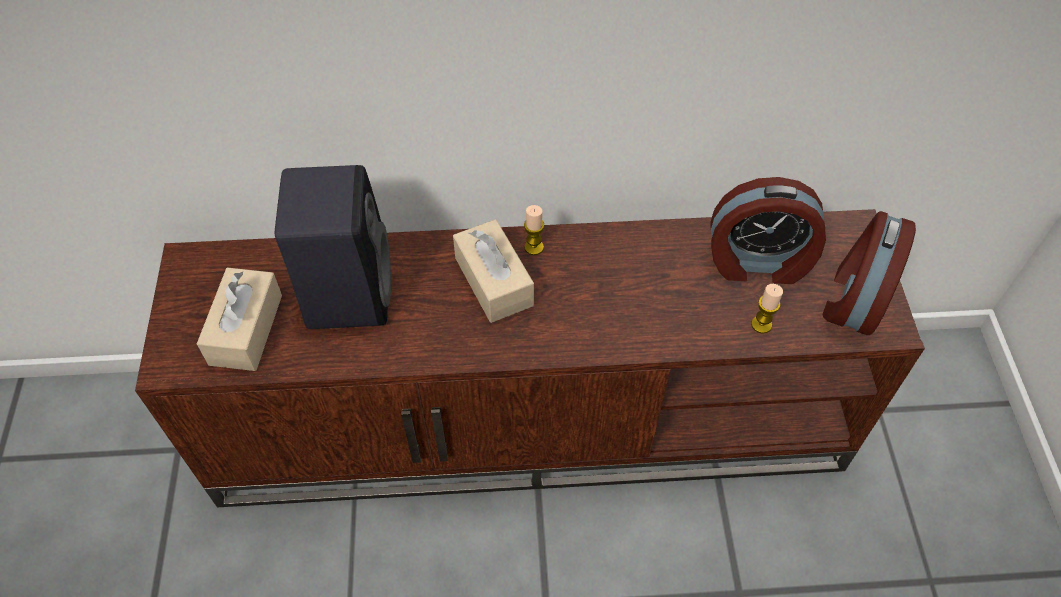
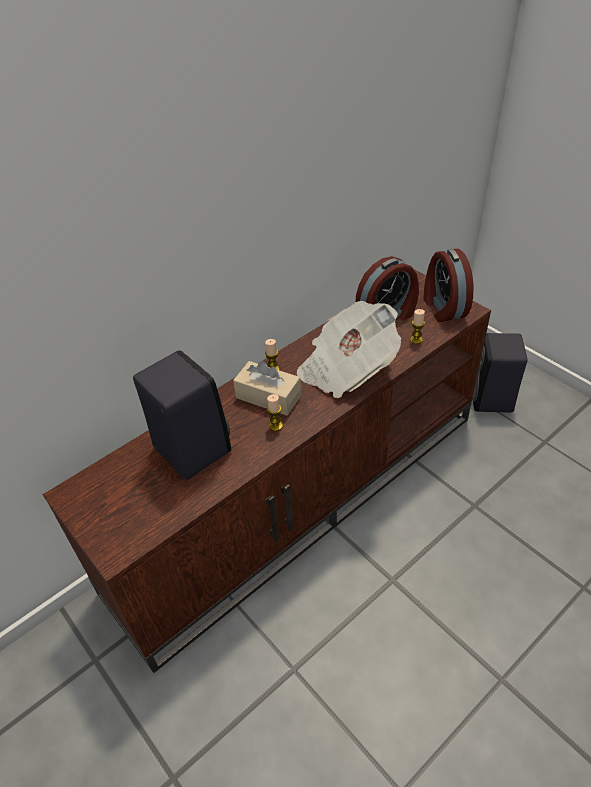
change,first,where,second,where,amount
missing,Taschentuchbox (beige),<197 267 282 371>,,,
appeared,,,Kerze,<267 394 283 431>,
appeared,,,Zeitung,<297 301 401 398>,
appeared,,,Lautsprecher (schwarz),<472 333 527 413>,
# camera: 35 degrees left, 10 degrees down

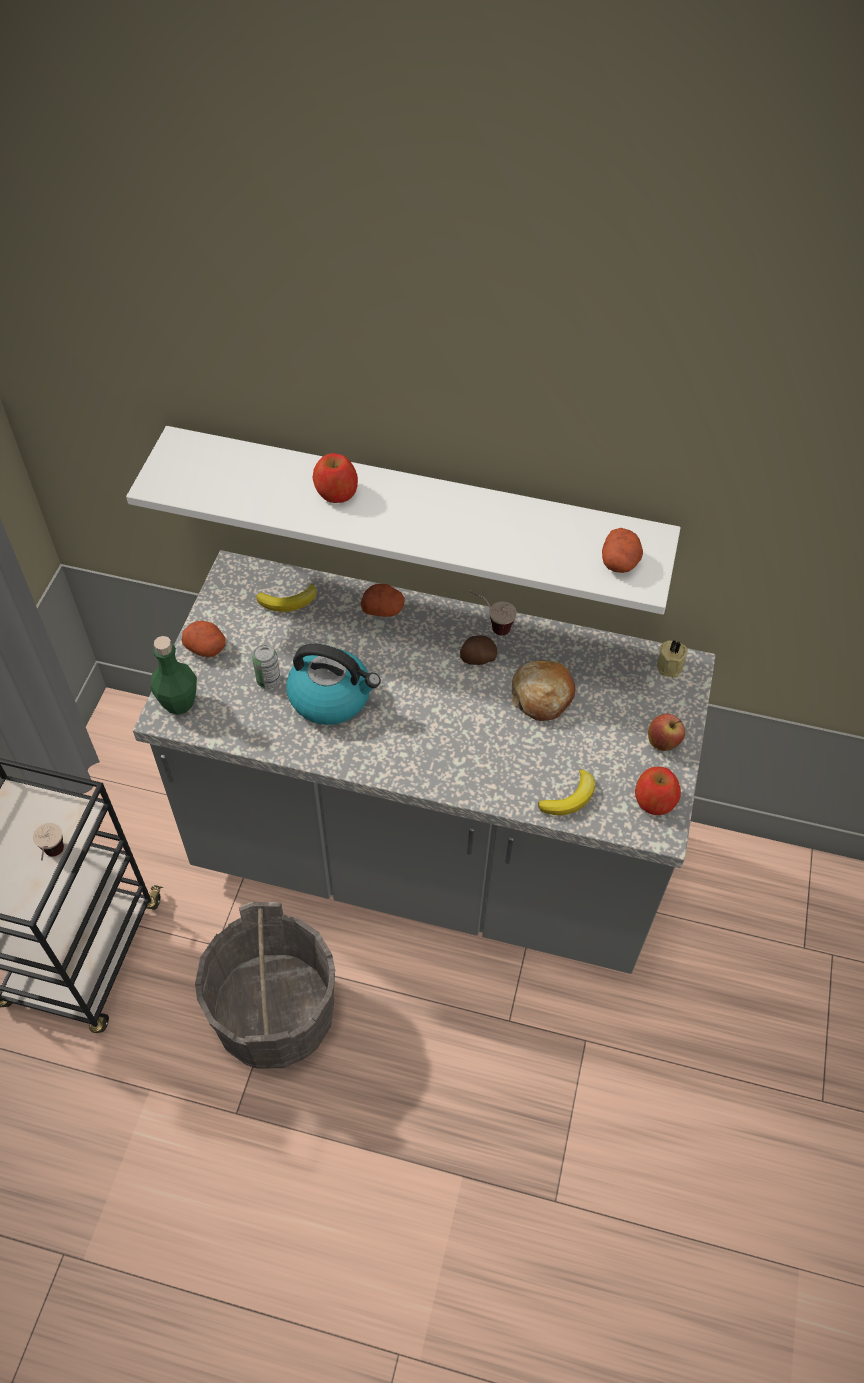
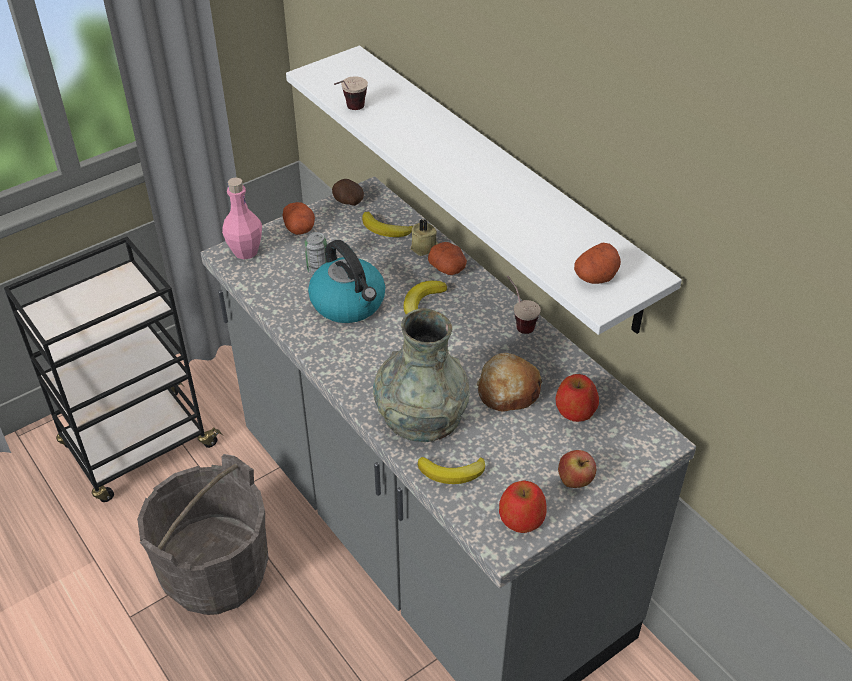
change,first,where,second,where,amount
relocated,Tasse,<33 823 64 861>,,<334 76 368 110>,
colour,Flasche (grün),<151 636 197 715>,Flasche (rosa),<222 178 262 260>,
relocated,Apfel,<312 453 358 503>,,<555 374 599 422>,
relocated,Kartoffel,<460 635 497 665>,,<332 179 364 206>,
relocated,Kerze (beige),<657 640 687 678>,,<411 219 438 256>,
appeared,,,Vase (grau),<373 308 470 442>,
appeared,,,Banane,<403 280 447 314>,
# camera: 40 degrees right, 10 degrees down

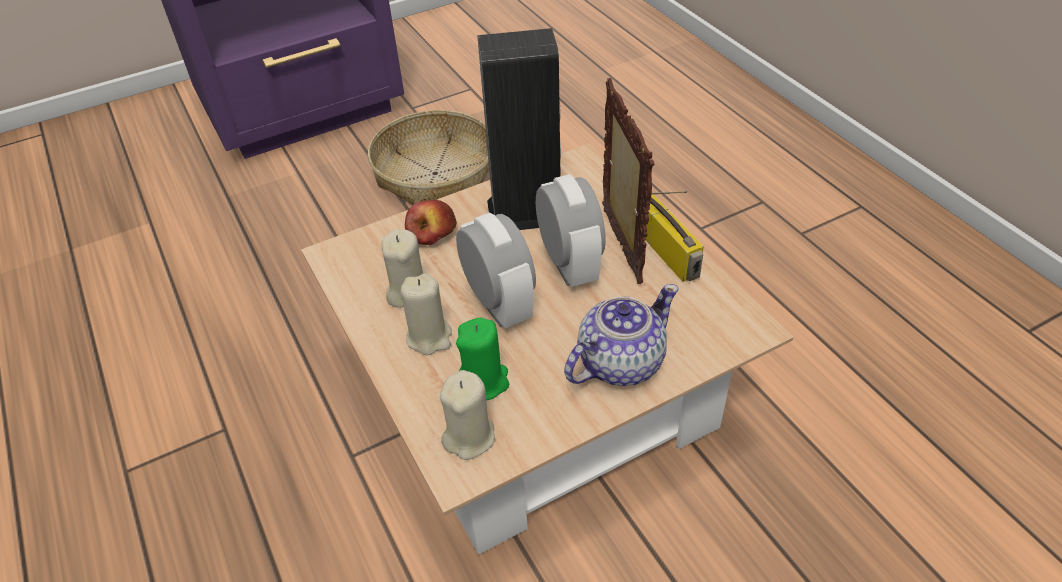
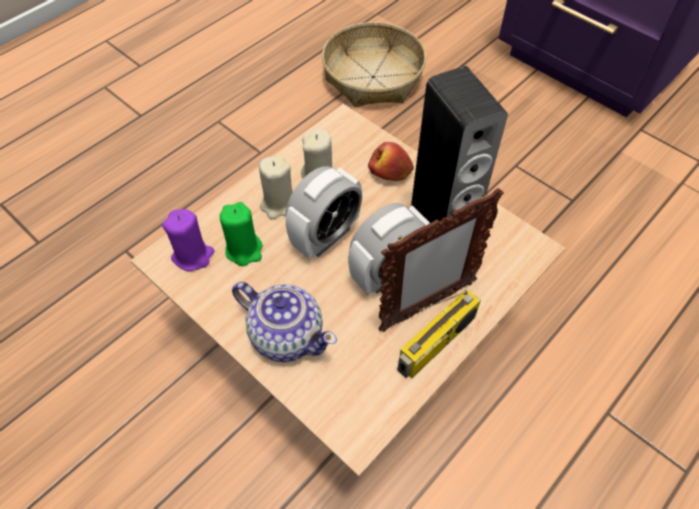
change,first,where,second,where,amount
relocated,Korb,<368 110 489 206>,,<322 22 426 107>,
colour,Kerze (beige),<440 370 495 460>,Kerze (lila),<162 209 214 271>,
# camera: 70 degrees right, 10 degrees up

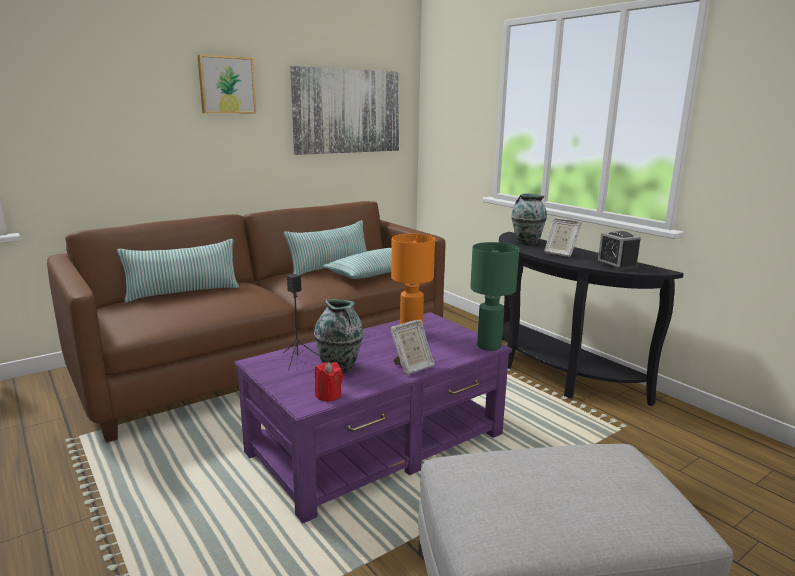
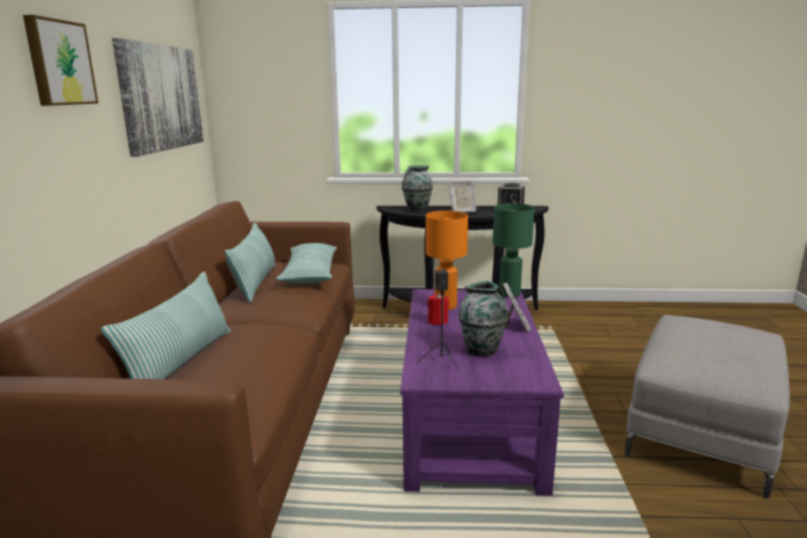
change,first,where,second,where,amount
relocated,Kerze (rot),<315 362 343 402>,,<428 293 449 325>,
# camera: 50 degrees left, 0 degrees up

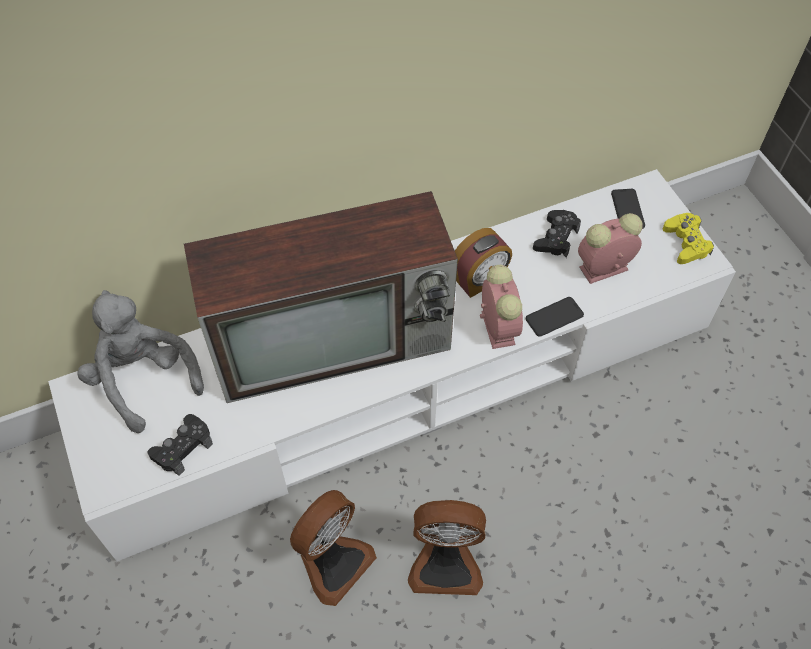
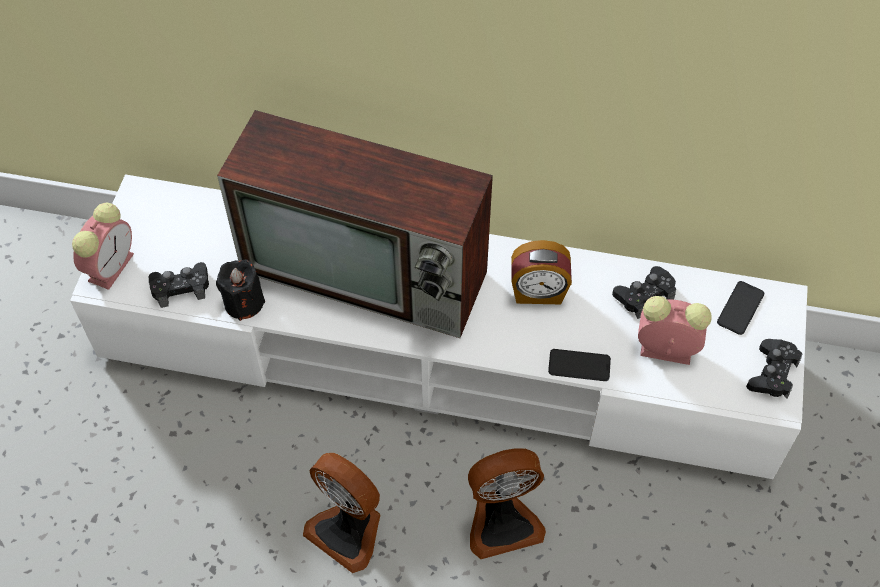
change,first,where,second,where,amount
missing,Plüschtier (grau),<77 290 204 433>,,,
relocated,Ventilator,<290 490 377 606>,,<468 448 546 559>,
relocated,Wecker,<480 265 523 349>,,<72 203 134 290>,
colour,Gamepad (gelb),<662 213 714 264>,Gamepad (schwarz),<746 339 802 399>,
appeared,,,Kerze (schwarz),<216 260 265 321>,
# camera: 35 degrees right, 0 degrees up

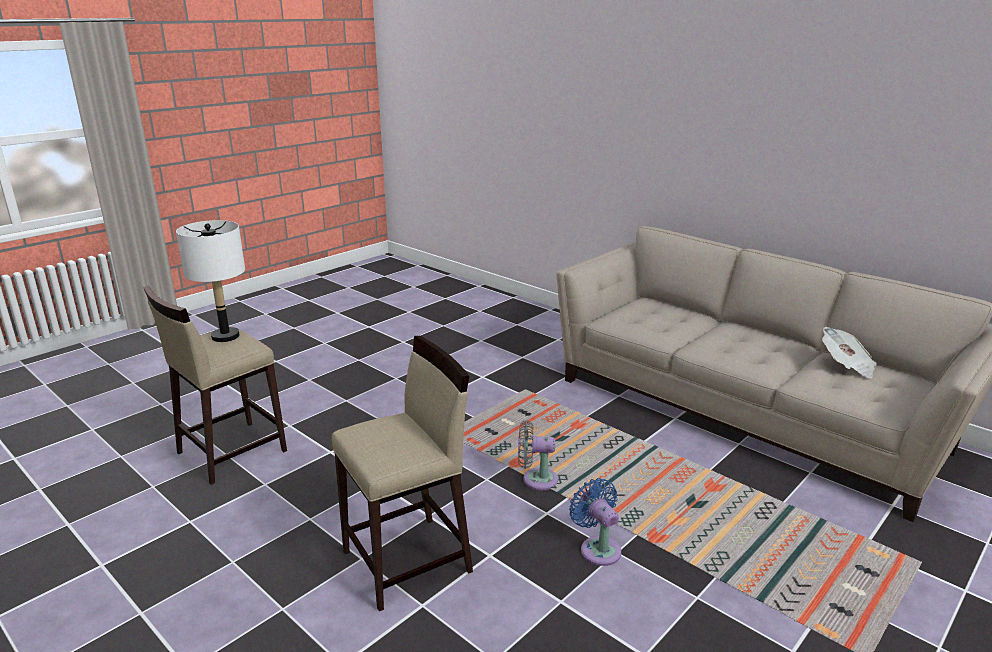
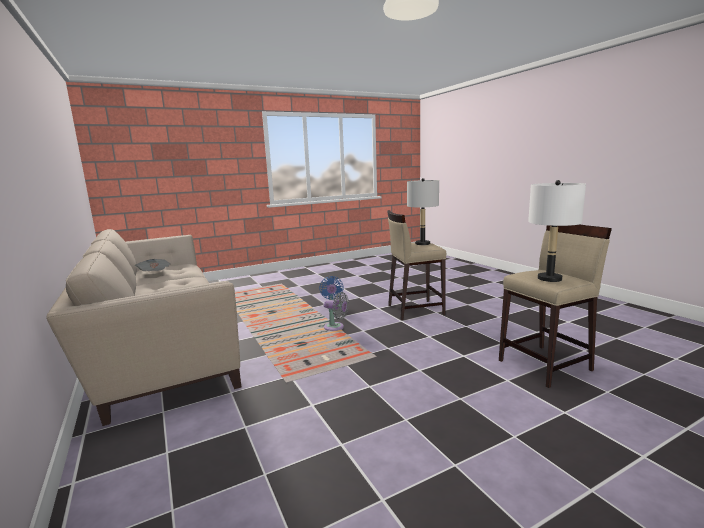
change,first,where,second,where,amount
appeared,,,Tischlampe (grau),<407 178 439 245>,
# camera: 160 degrees left, 10 degrees down

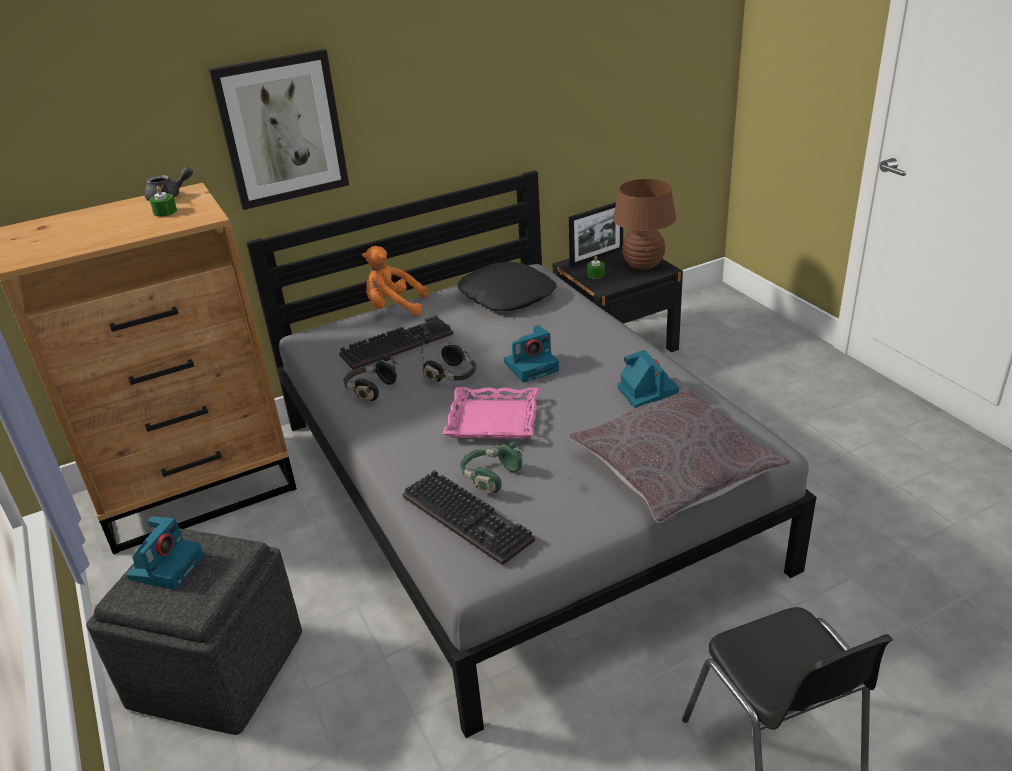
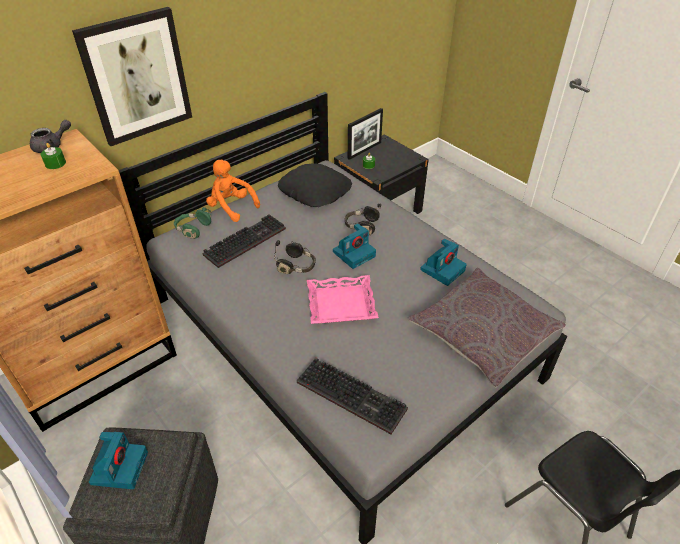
change,first,where,second,where,amount
relocated,Kopfhörer (schwarz),<343 355 398 401>,,<344 203 382 235>,
spun,Plüschtier (orange),<362 246 428 316>,,<206 160 260 222>,45 degrees clockwise
relocated,Kopfhörer (grün),<460 442 525 494>,,<174 207 211 239>,
missing,Tischlampe (braun),<613 179 676 270>,,,
spun,Kamera,<618 350 679 408>,,<420 239 467 286>,75 degrees clockwise
# camera: 15 degrees left, 10 degrees up

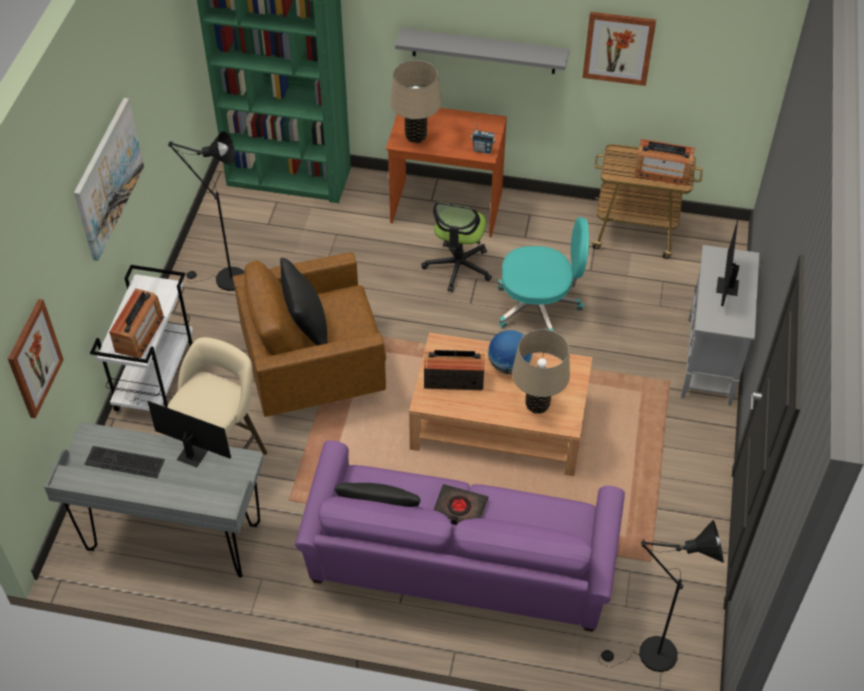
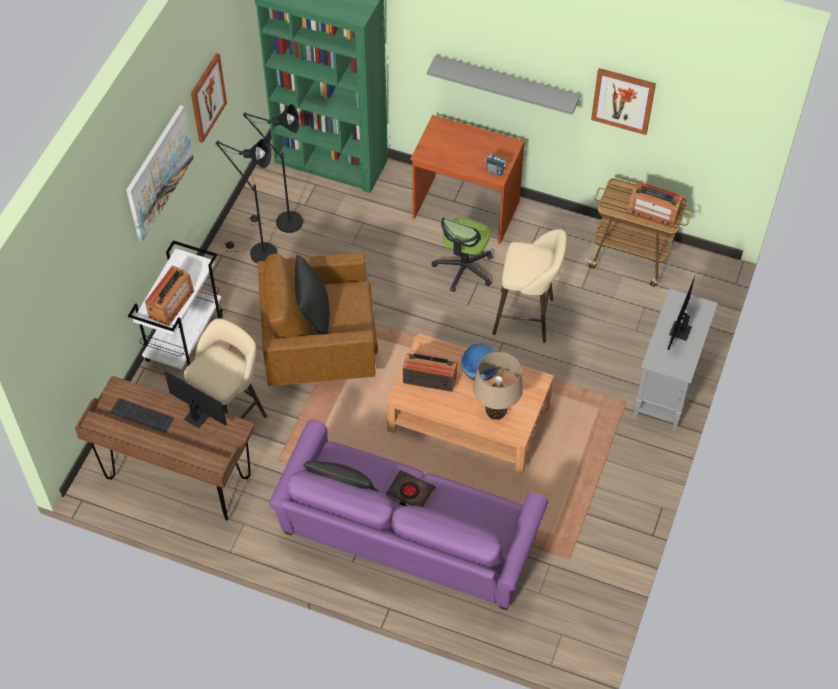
change,first,where,second,where,amount
relocated,Bild,<8 299 64 418>,,<191 53 227 143>,
colour,Schreibtisch (grau),<44 422 263 578>,Schreibtisch (braun),<75 376 254 520>,
missing,Tischlampe (beige),<390 60 441 143>,,,
exchanged,Bürostuhl (türkis),<498 217 589 331>,Hocker (beige),<492 229 567 343>,
relocated,Stehlampe (schwarz),<598 520 724 672>,,<243 104 303 233>,
# camera: 10 degrees right, 5 degrees up

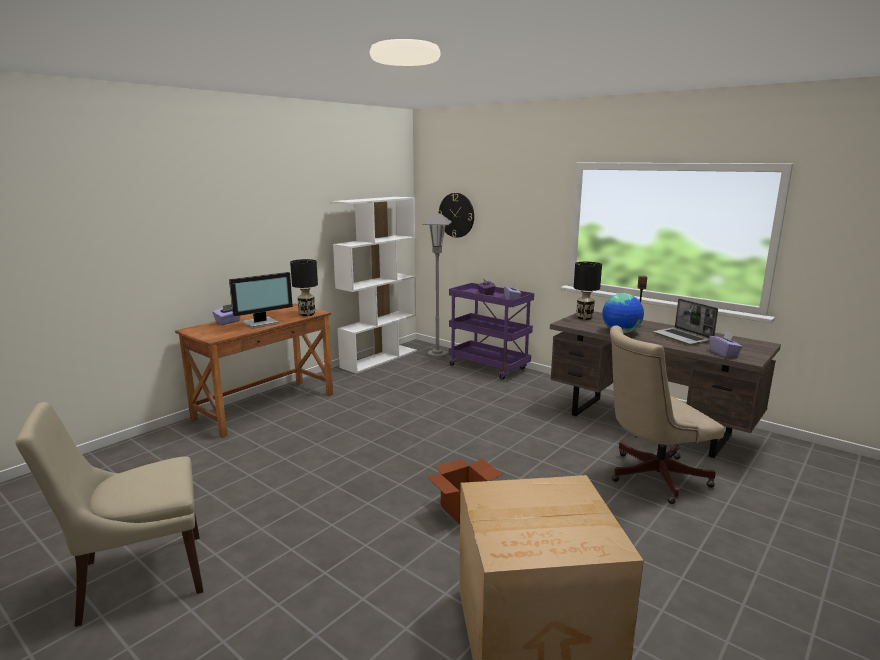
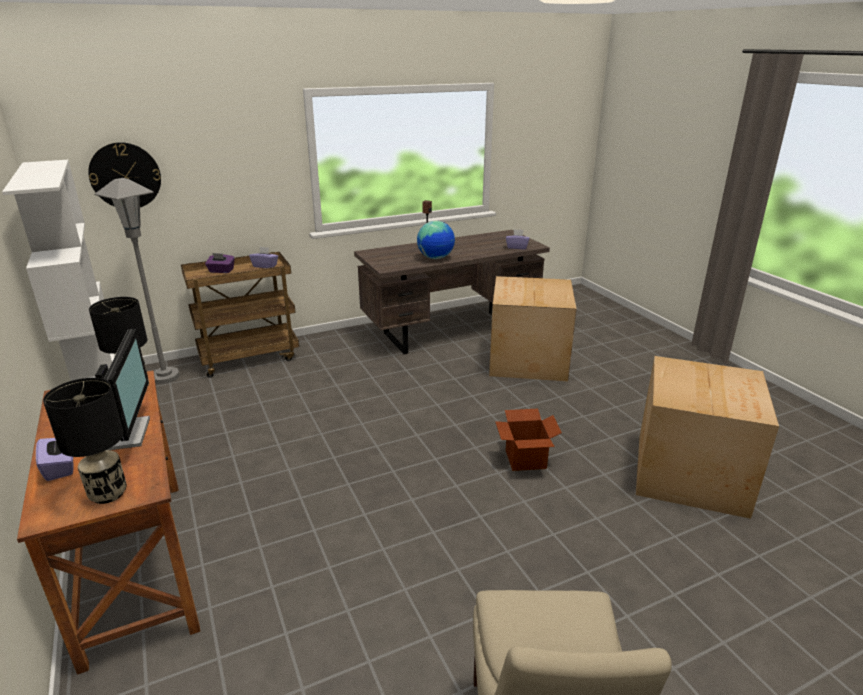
change,first,where,second,where,amount
colour,Rollwagen (lila),<449 283 534 380>,Rollwagen (braun),<181 252 299 378>,
relocated,Tischlampe (schwarz),<574 262 602 320>,,<43 378 127 504>,
exchanged,Bürostuhl (beige),<610 325 724 504>,Karton,<489 276 577 381>,
missing,Laptop,<653 298 718 345>,,,
# camera: 65 degrees left, 10 degrees up

